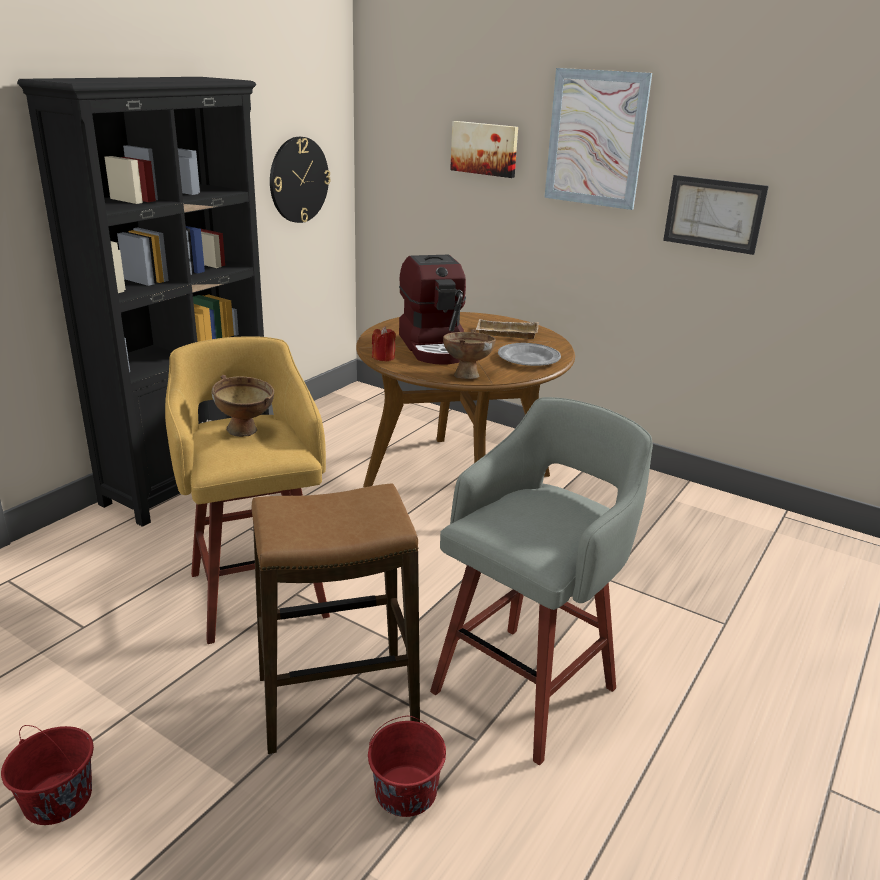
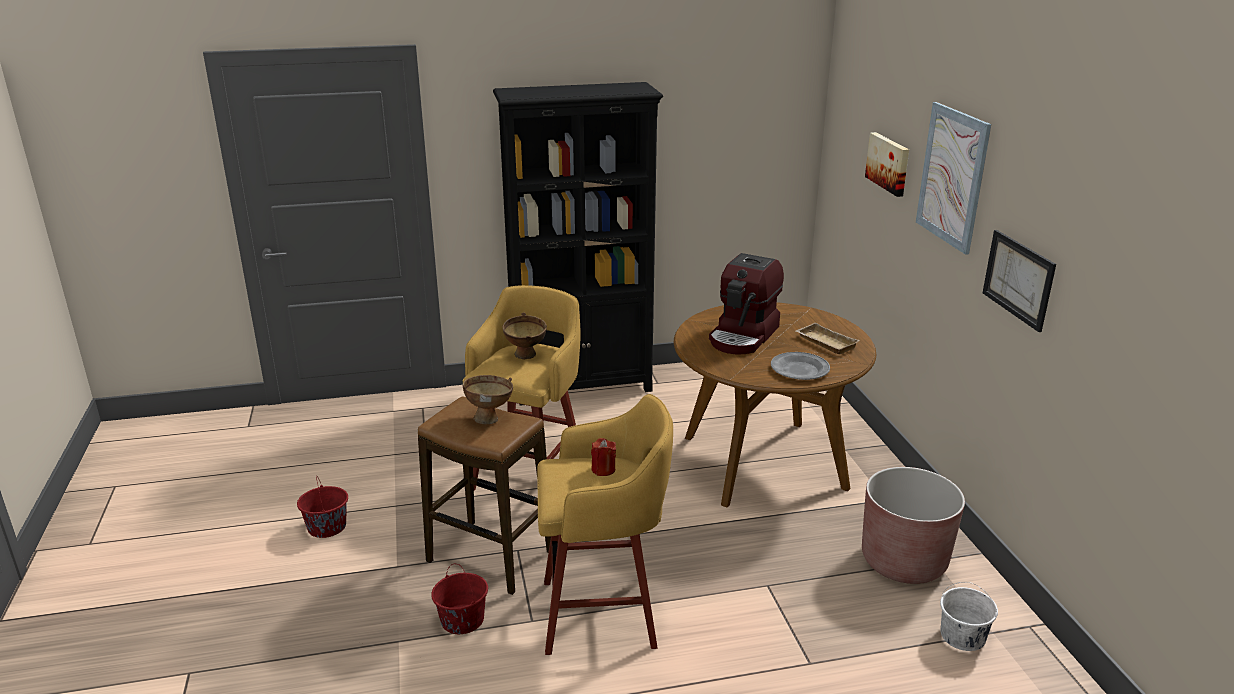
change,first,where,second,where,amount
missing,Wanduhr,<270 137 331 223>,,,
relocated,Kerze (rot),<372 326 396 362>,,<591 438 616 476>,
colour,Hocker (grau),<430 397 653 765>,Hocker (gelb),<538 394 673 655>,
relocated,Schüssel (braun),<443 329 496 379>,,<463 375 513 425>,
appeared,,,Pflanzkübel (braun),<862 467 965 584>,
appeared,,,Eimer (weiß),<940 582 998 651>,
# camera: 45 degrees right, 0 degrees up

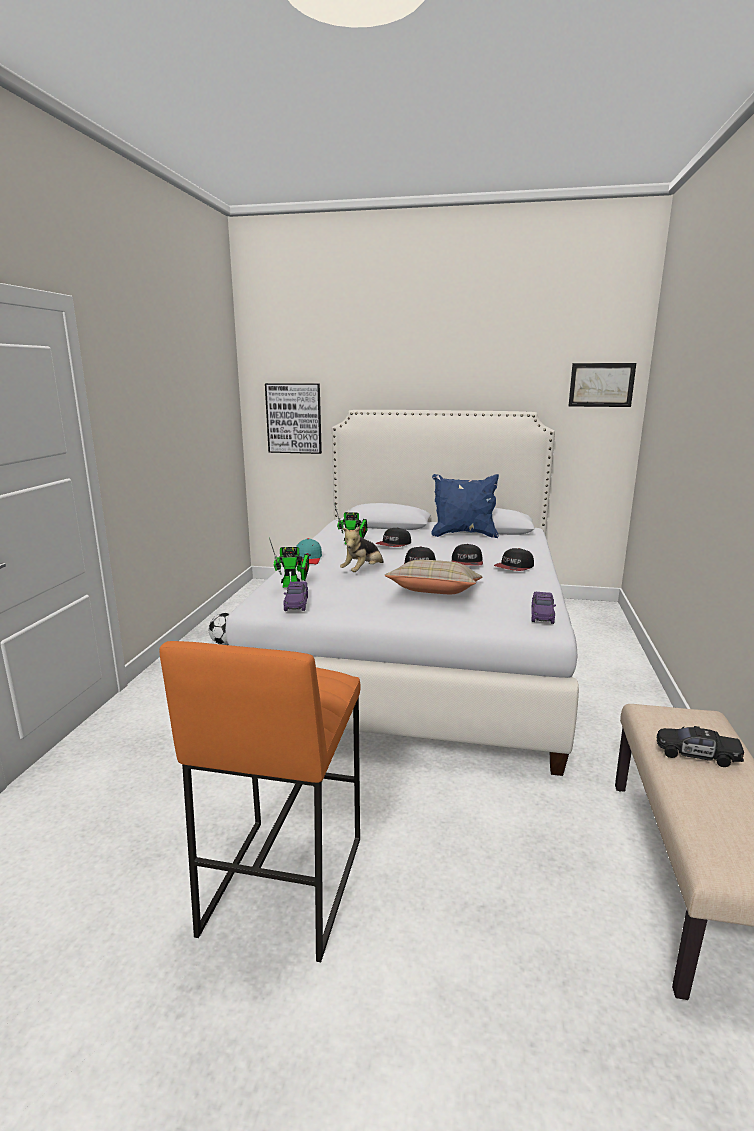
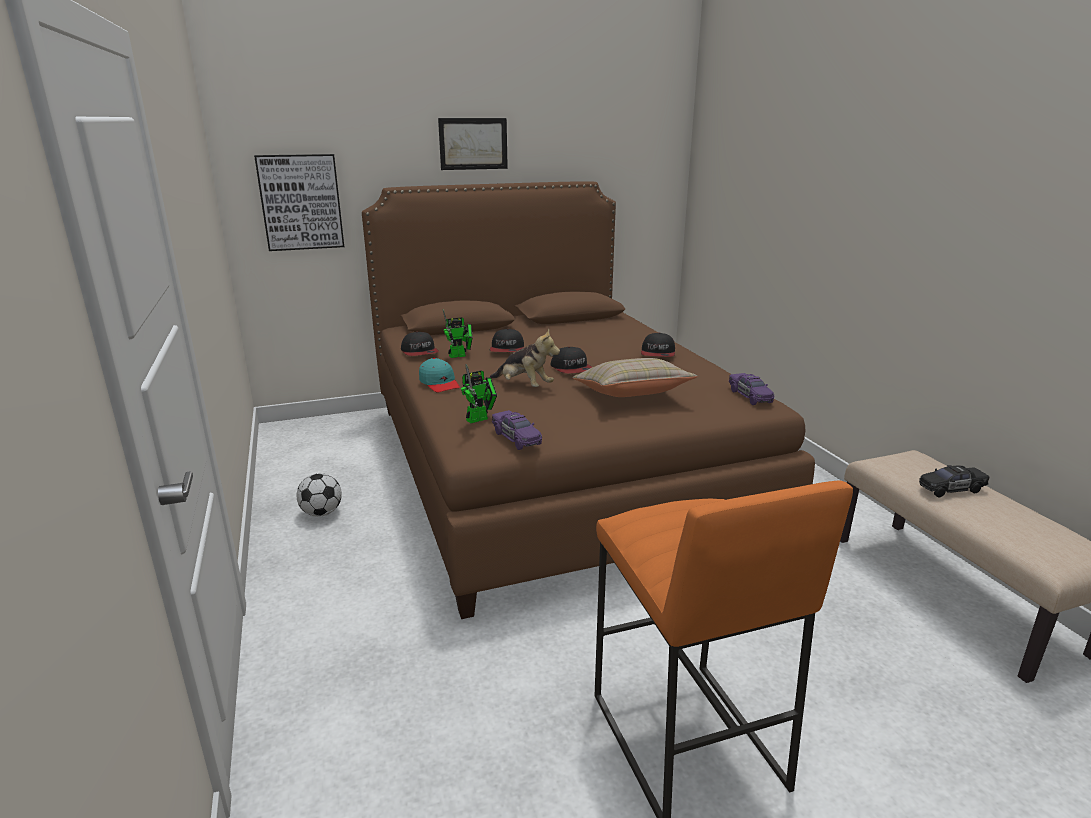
change,first,where,second,where,amount
colour,Bett (weiß),<225 410 579 776>,Bett (braun),<362 181 815 619>,
spun,Plüschtier,<340 526 383 572>,,<490 329 560 387>,60 degrees counterclockwise
missing,Kissen (blau),<431 474 499 538>,,,
relocated,Kappe,<452 544 483 566>,,<401 331 439 356>,
relocated,Bild,<569 363 636 407>,,<438 118 508 170>,
# camera: 30 degrees left, 5 degrees up

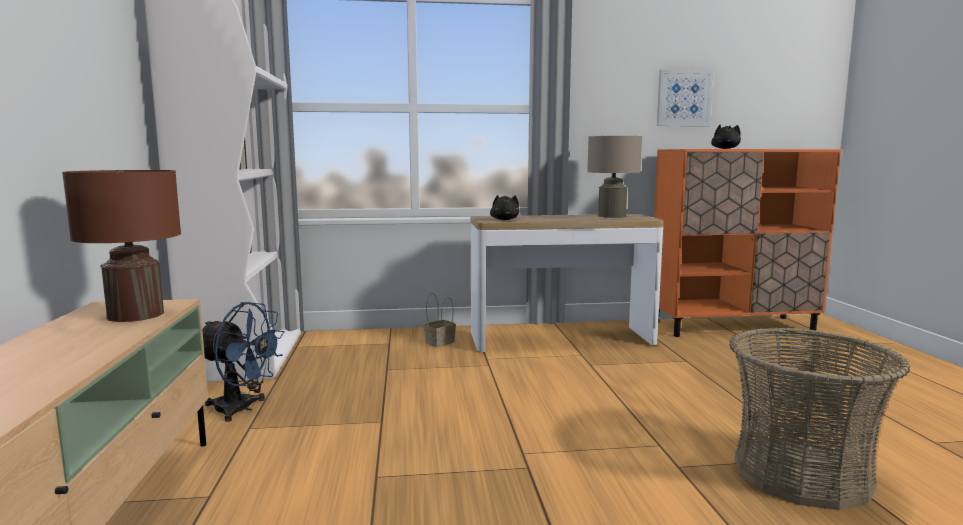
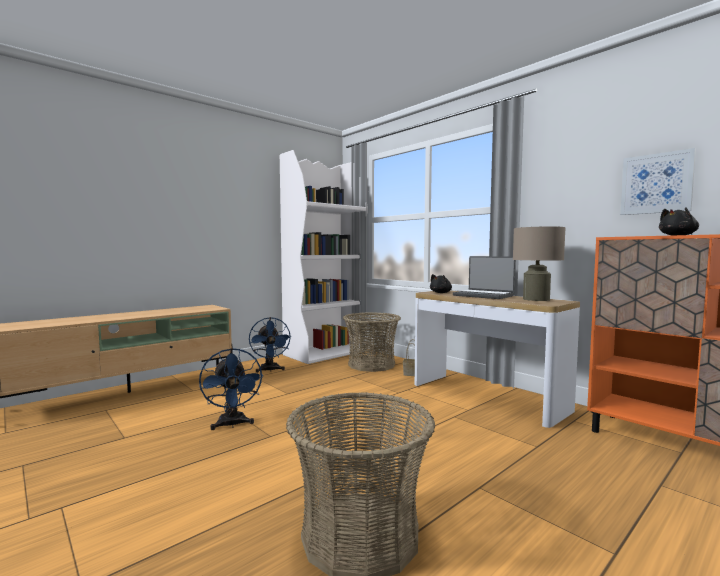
change,first,where,second,where,amount
missing,Tischlampe (braun),<62 170 181 322>,,,
appeared,,,Ventilator (blau),<199 348 263 430>,
appeared,,,Korb,<343 312 401 372>,
appeared,,,Laptop,<453 256 516 299>,
# camera: 55 degrees right, 5 degrees down

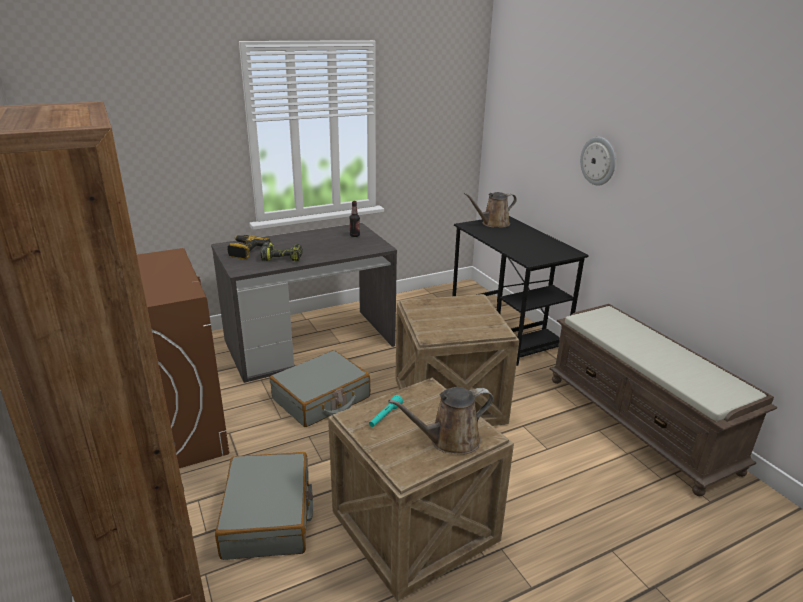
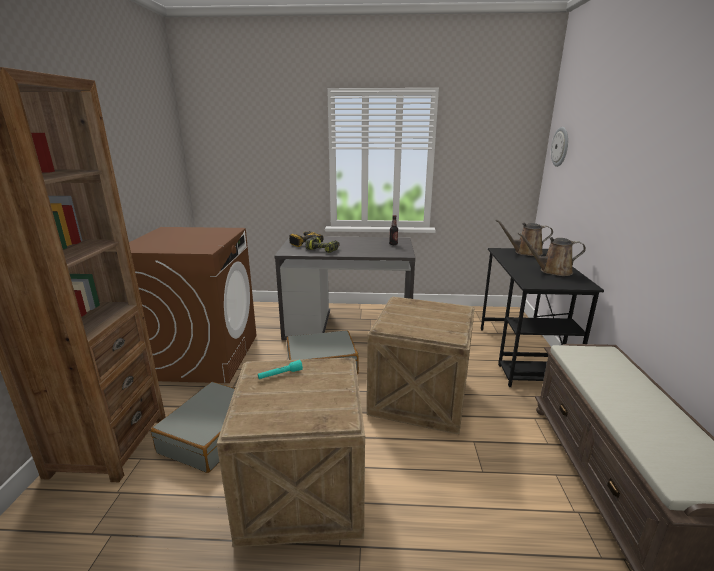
change,first,where,second,where,amount
relocated,Gießkanne (braun),<388 387 494 455>,,<518 233 586 276>,
relocated,Wanduhr,<580 137 616 186>,,<551 127 568 167>,
# camera: 30 degrees right, 5 degrees down

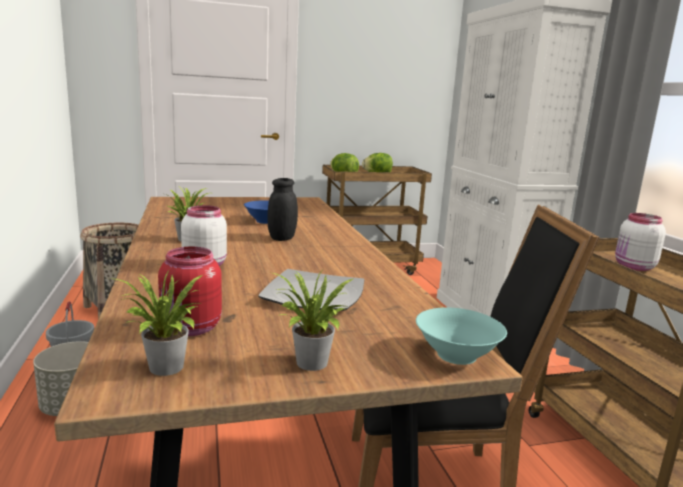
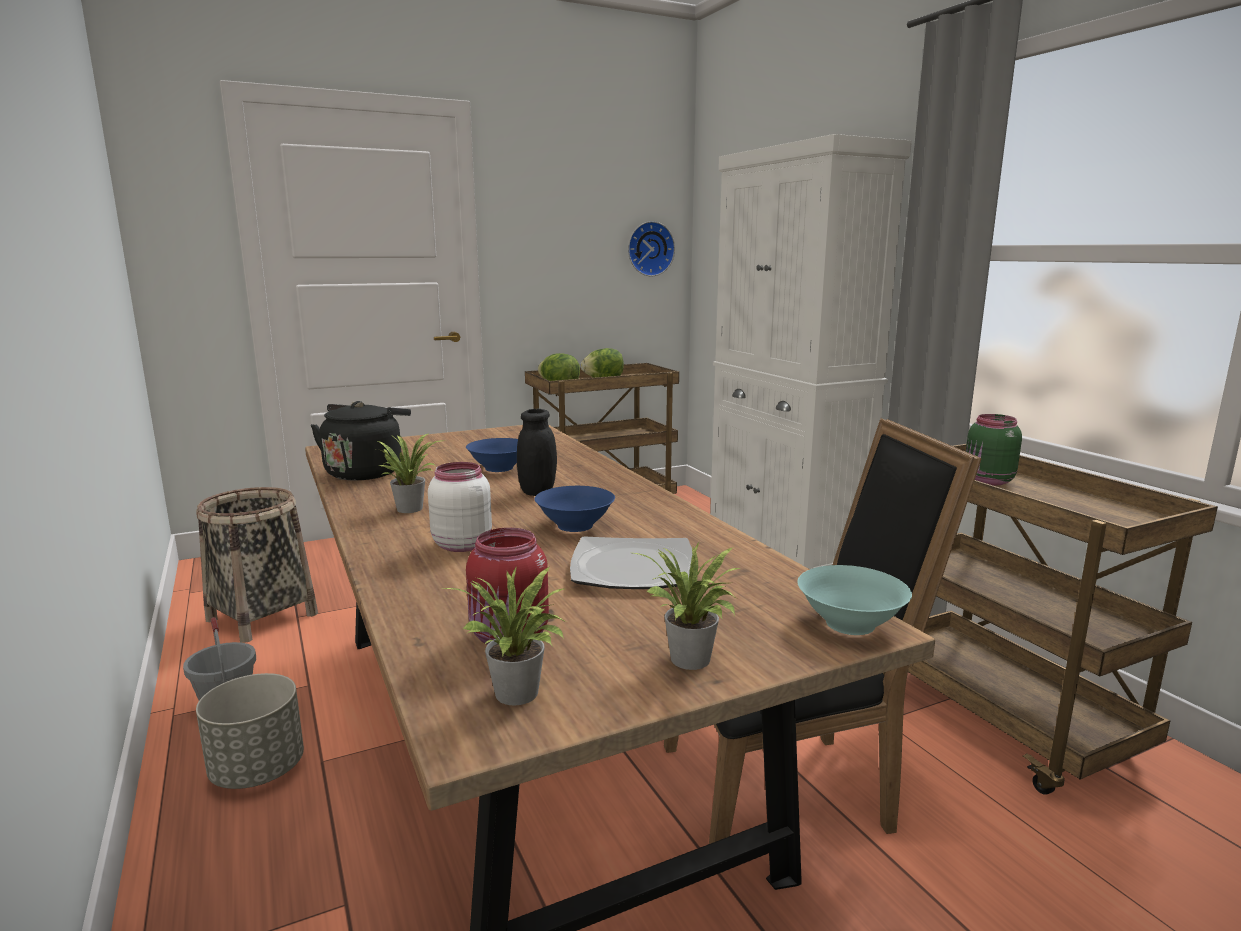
change,first,where,second,where,amount
colour,Vorratsglas (weiß),<615 213 666 271>,Vorratsglas (grün),<966 414 1022 485>,
appeared,,,Wasserkessel (schwarz),<311 401 411 481>,
appeared,,,Schüssel (blau),<534 486 615 532>,
appeared,,,Wanduhr,<628 221 675 276>,
# camera: 10 degrees left, 0 degrees up

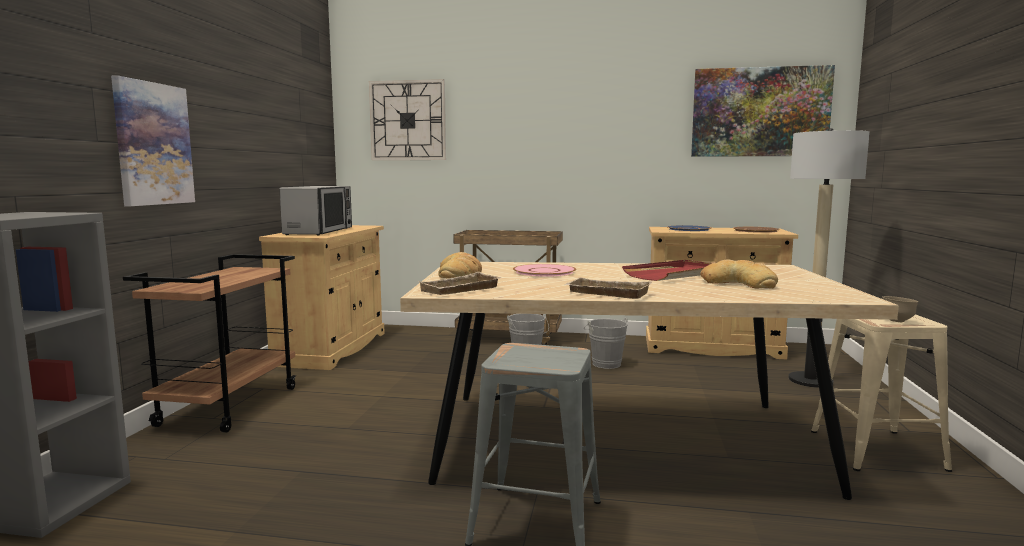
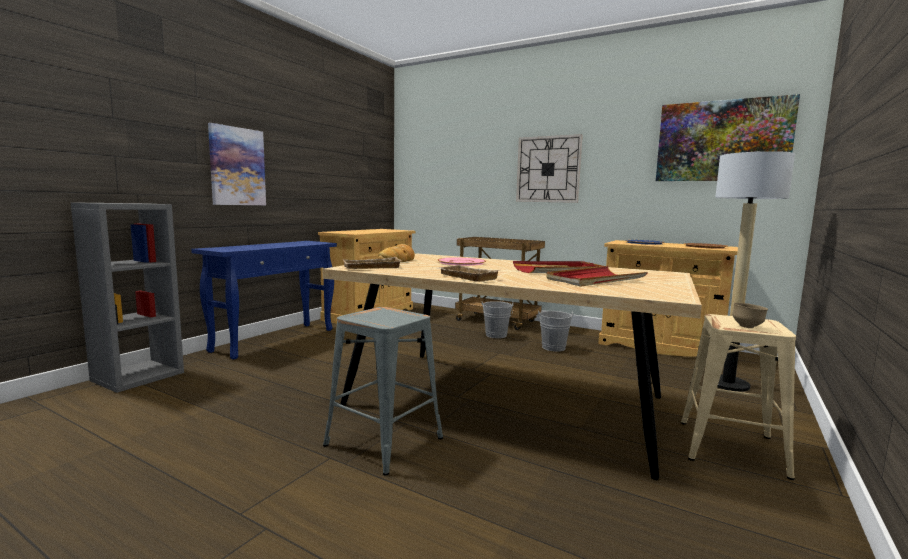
change,first,where,second,where,amount
exchanged,Rollwagen (braun),<123 254 297 433>,Konsolentisch (blau),<191 241 337 360>,
missing,Mikrowelle,<279 186 352 235>,,,
relocated,Wanduhr,<369 79 446 160>,,<516 134 583 203>,
exchanged,Brot,<700 260 778 288>,Tablett (rot),<546 266 648 287>,
# camera: 20 degrees right, 0 degrees up

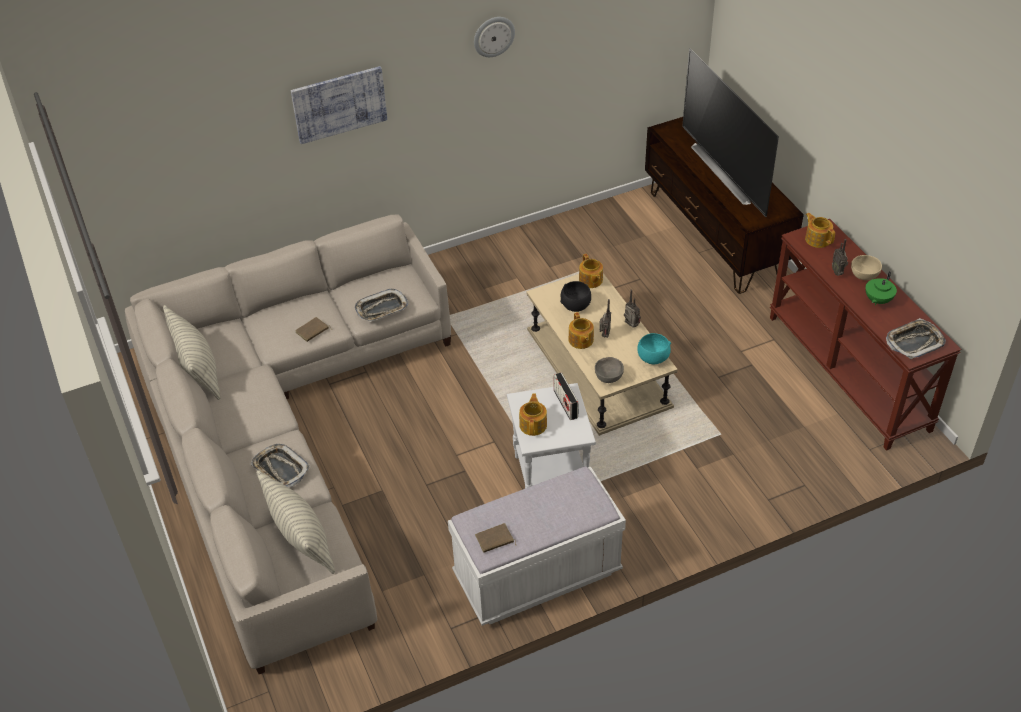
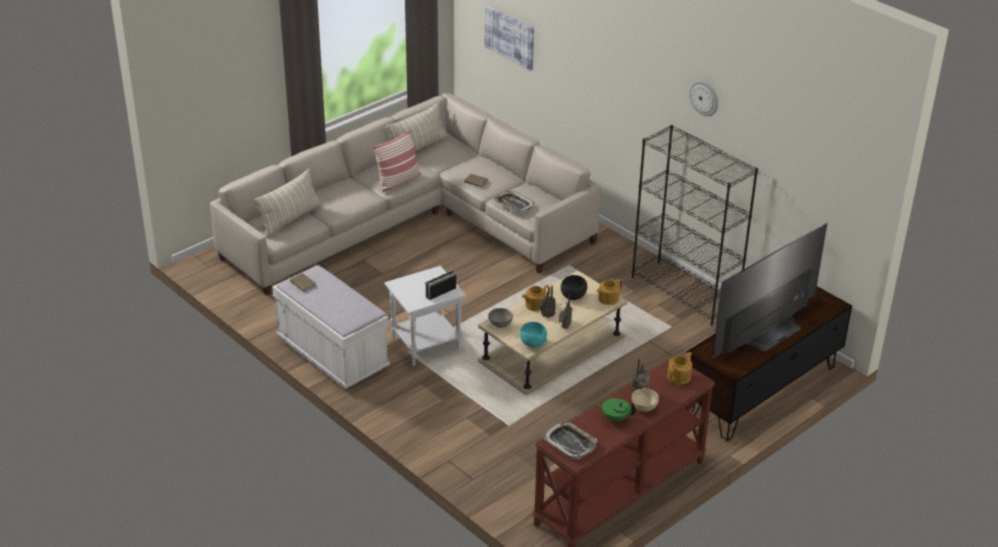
change,first,where,second,where,amount
missing,Tablett,<251 444 310 487>,,,
relocated,Bild,<291 66 387 144>,,<485 6 534 71>,
missing,Teekanne,<519 394 547 436>,,,
appeared,,,Kissen,<372 130 421 192>,
appeared,,,Bücherregal (schwarz),<632 125 758 325>,
# camera: 70 degrees right, 10 degrees down

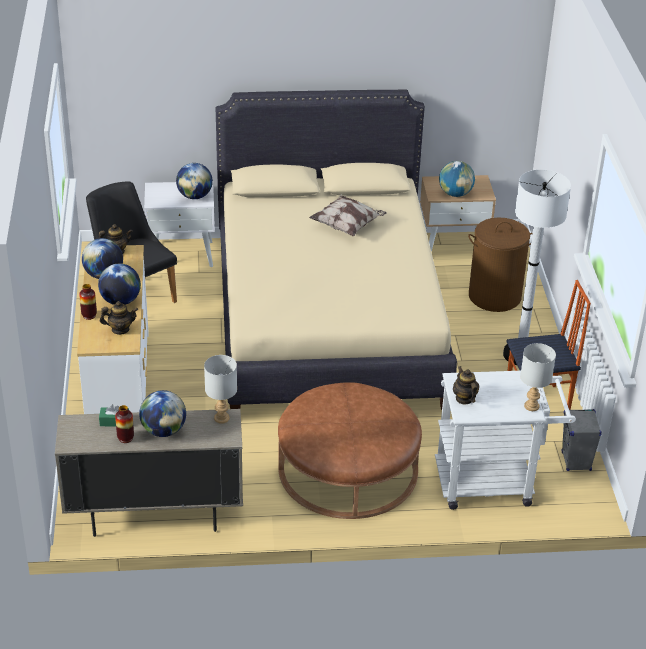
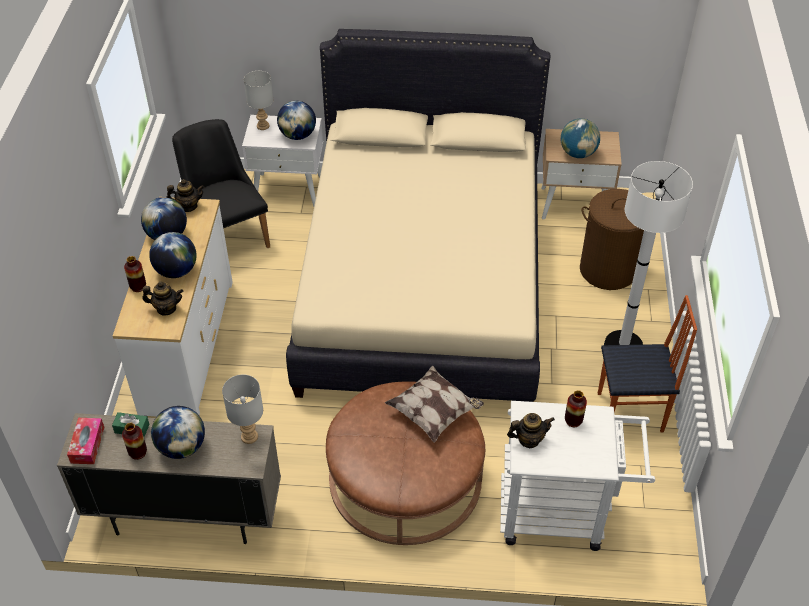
change,first,where,second,where,amount
relocated,Kissen,<309 195 386 236>,,<385 365 484 443>,
spun,Teekanne,<453 366 479 404>,,<507 413 555 448>,90 degrees clockwise
relocated,Tischlampe (grau),<520 343 556 411>,,<244 71 273 130>,
missing,Lautsprecher (grau),<562 409 602 471>,,,
appeared,,,Taschentuchbox,<67 418 104 464>,
appeared,,,Vase,<565 390 587 427>,
# camera: 10 degrees right, 10 degrees up

